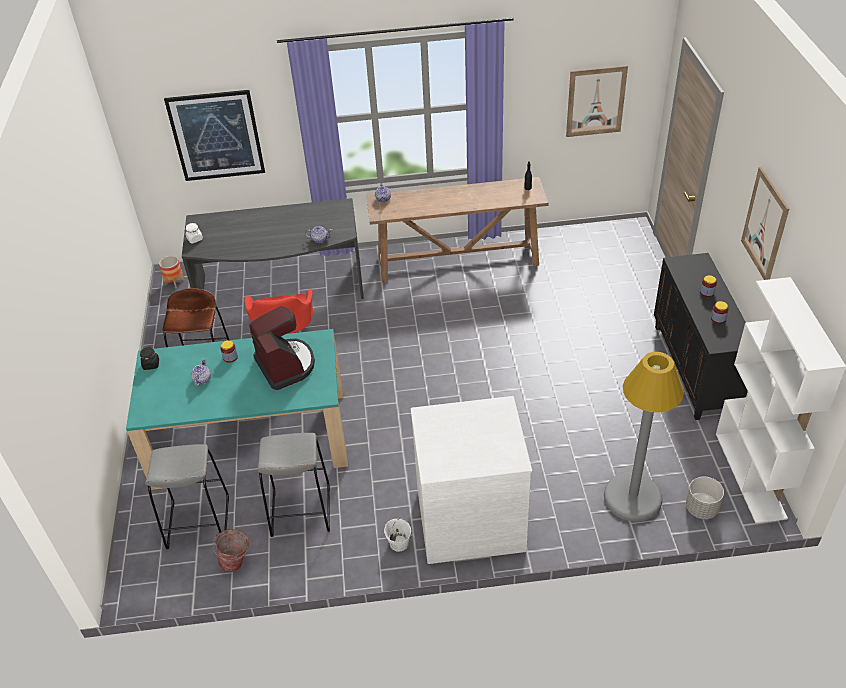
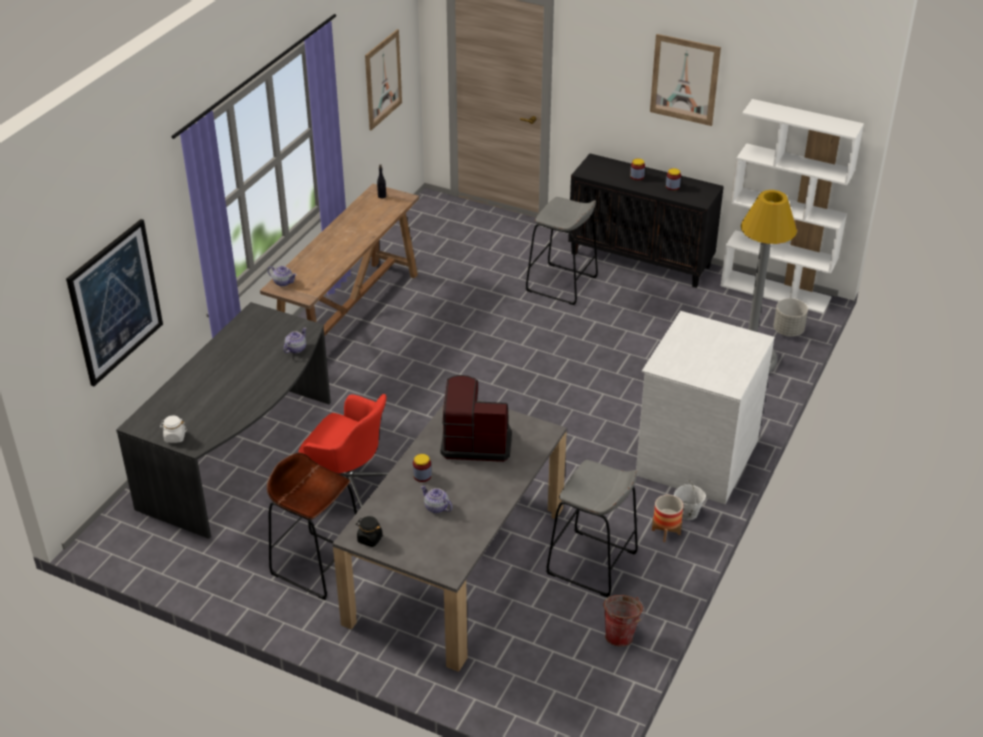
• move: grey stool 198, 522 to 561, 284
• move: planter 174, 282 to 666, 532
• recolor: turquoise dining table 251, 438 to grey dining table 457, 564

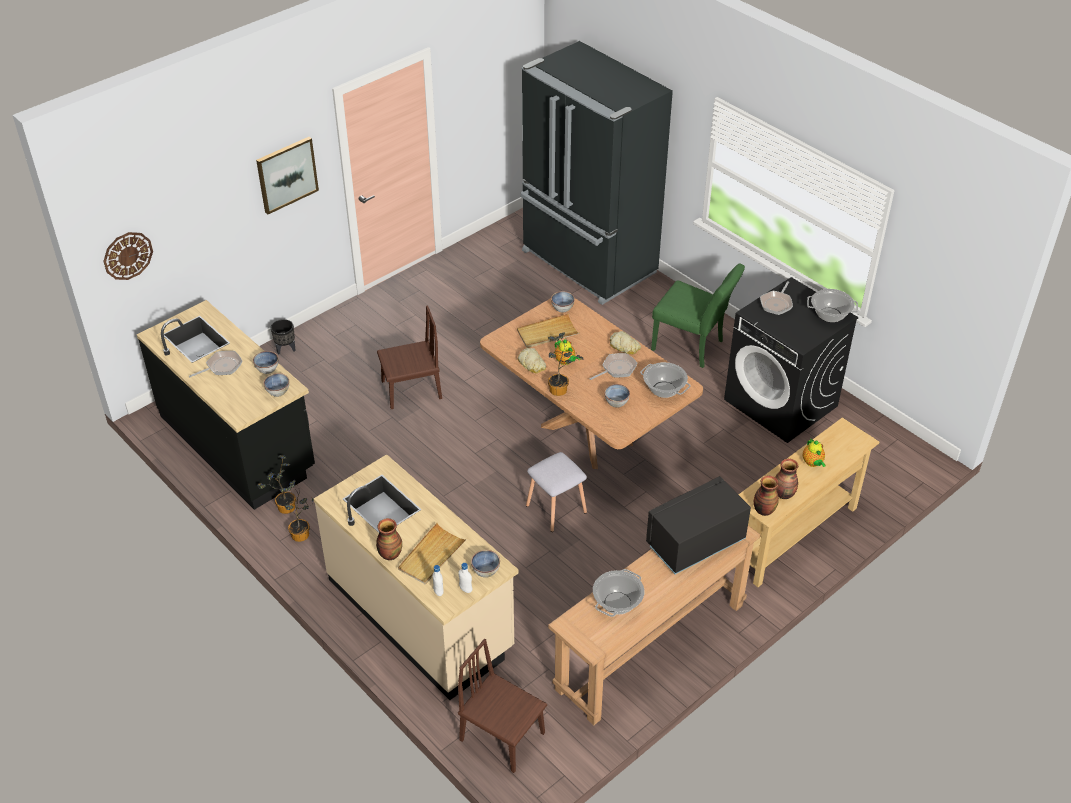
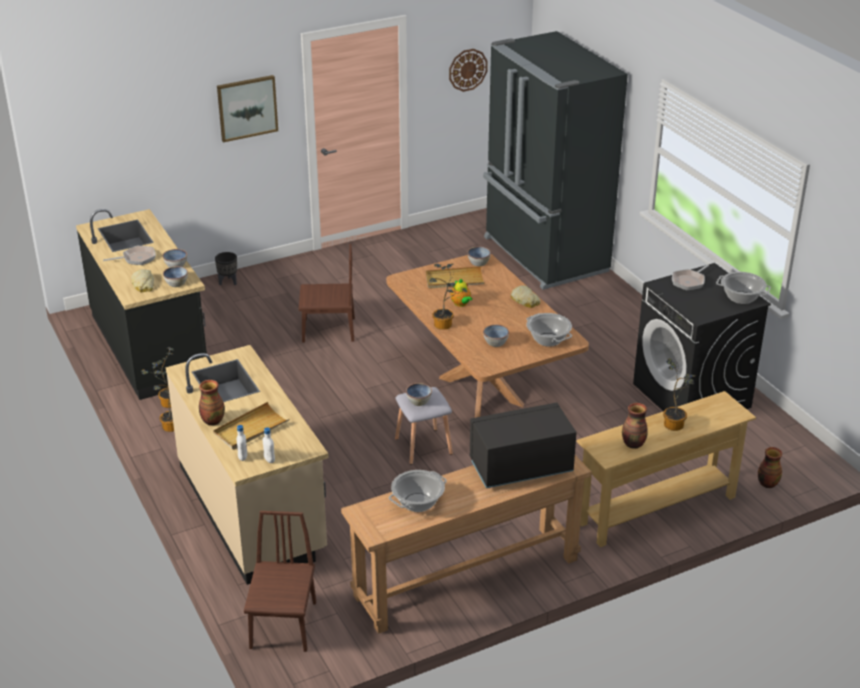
• delete: frying pan 617, 369
• delete: green chair 692, 347
• move: wall clock 127, 255 to 467, 69
• move: bowl 486, 570 to 419, 401
• move: bread 531, 364 to 143, 284
• move: vase 763, 510 to 767, 483
• replace: teapot 813, 463 to potted plant 676, 423
• rotate: brown chair 502, 736 = 283, 625 45 degrees clockwise

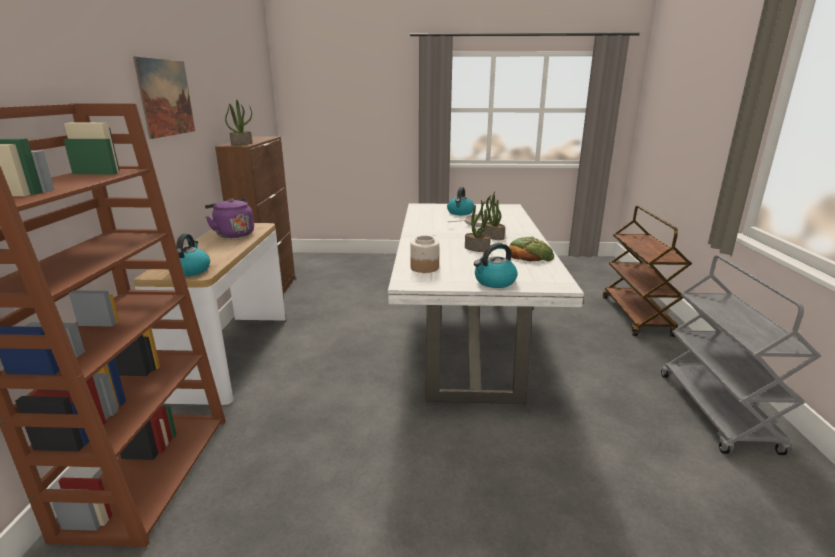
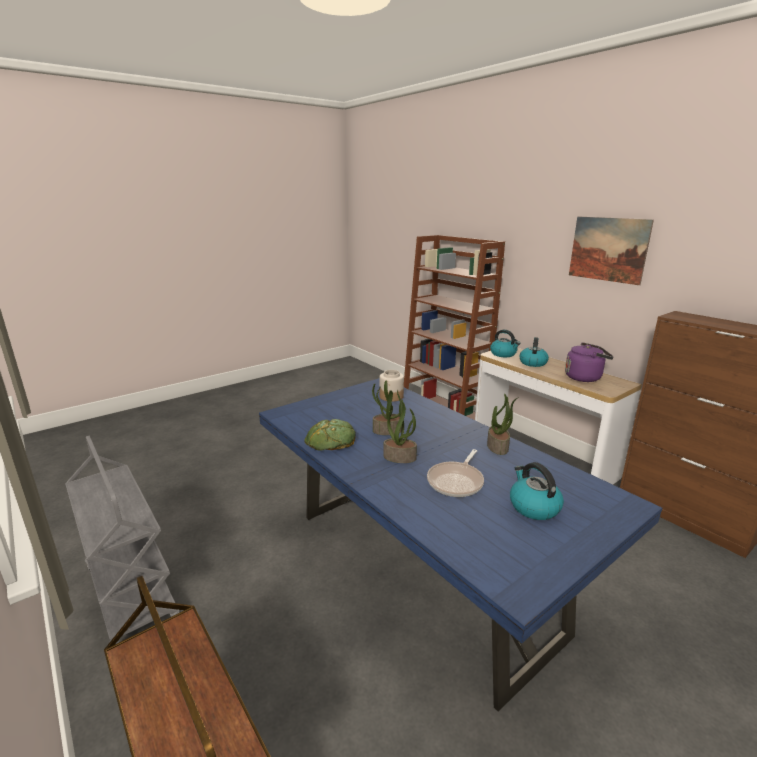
• move: potted plant 242, 143 to 498, 447
• move: kettle 494, 282 to 532, 363
• recolor: white dining table 466, 337 to blue dining table 421, 569

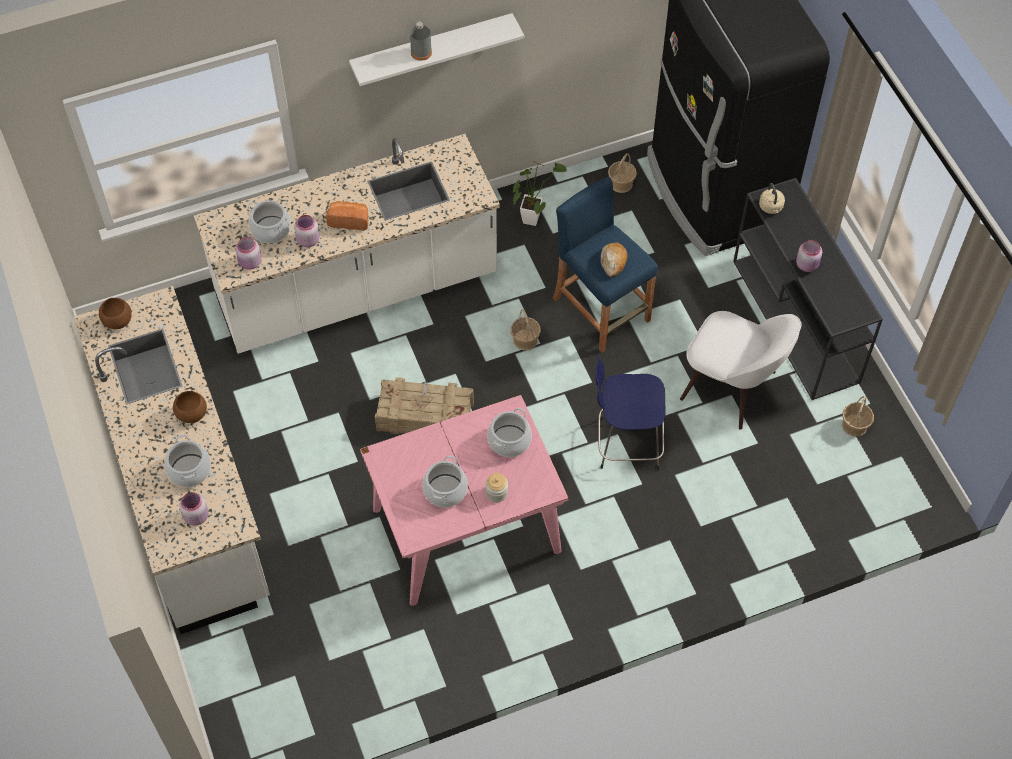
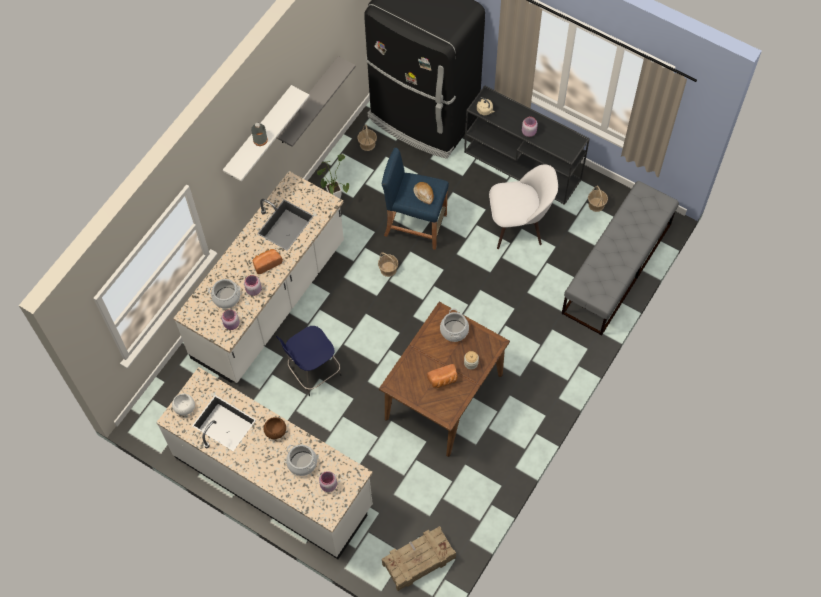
• insert: grey shelf 307, 102
• insert: grey bench 616, 268
• move: crate 424, 416 to 418, 561
• move: blue stool 626, 443 to 313, 372
• replace: cooking pot 445, 490 to bread 443, 380
• recolor: brown bowl 118, 320 to white bowl 184, 407
• recolor: pink dining table 465, 531 to brown dining table 443, 397

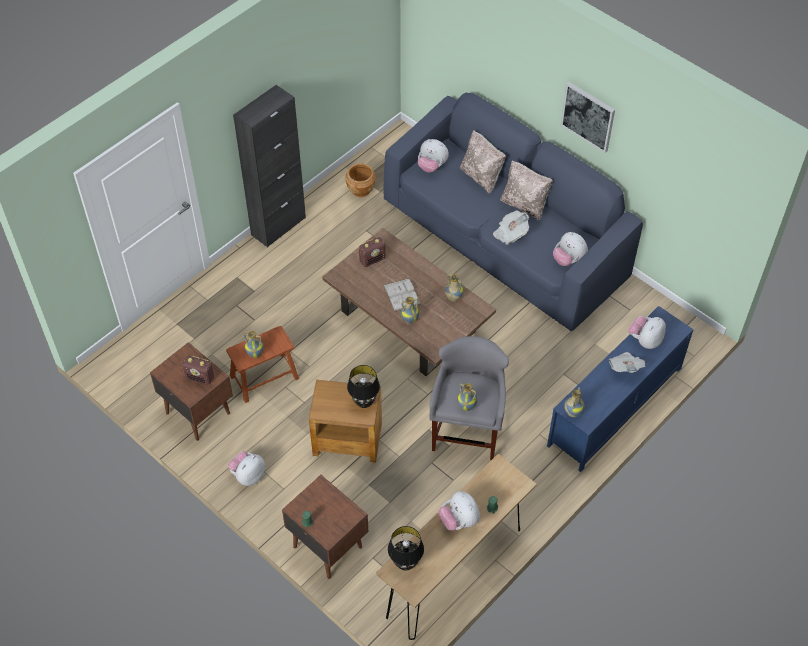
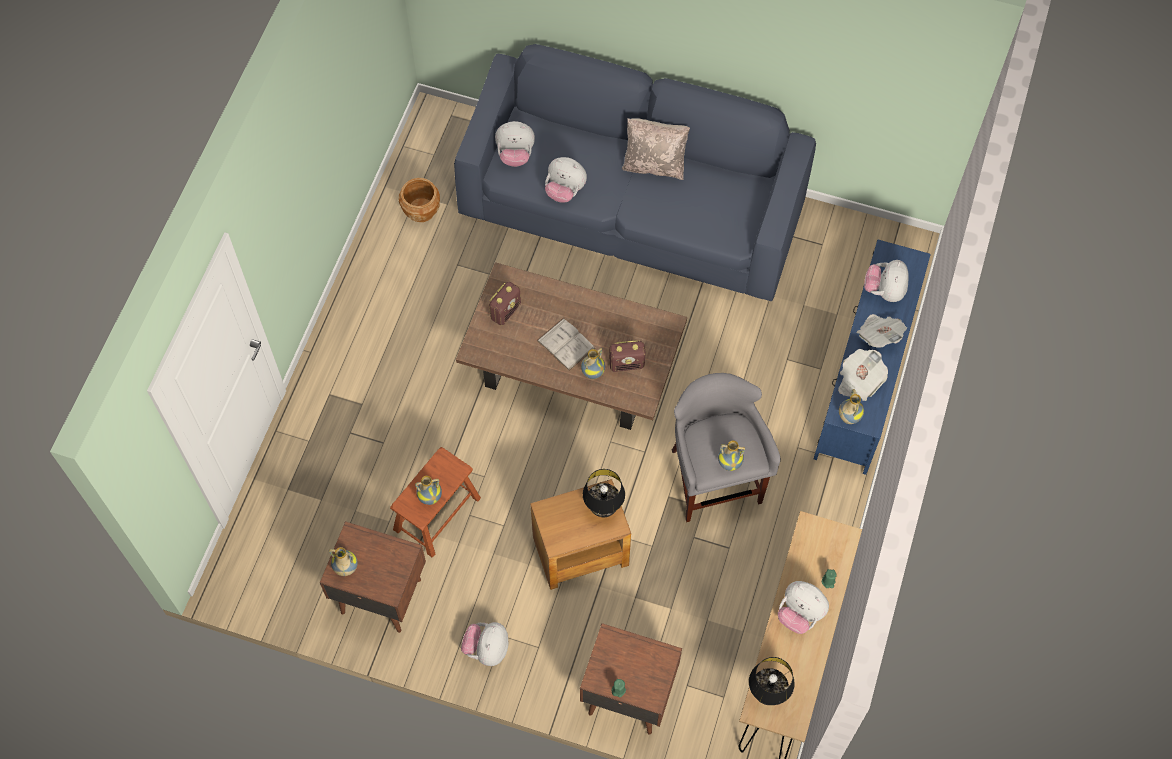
• delete: black cabinet 278, 226
• delete: beige pillow 481, 176
• delete: picture 588, 116
• move: radio 200, 378 to 627, 364
• move: vase 453, 298 to 346, 569
• move: newspaper 510, 233 to 859, 381
• move: plush toy 568, 260 to 565, 190

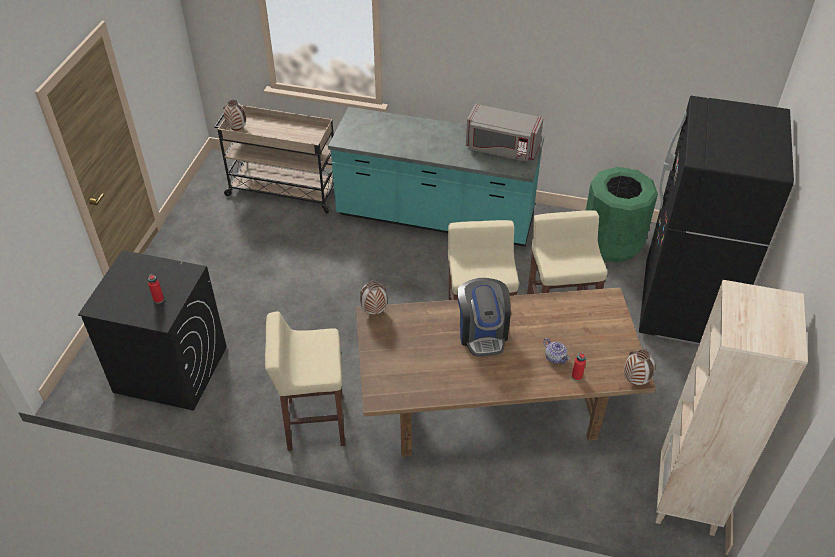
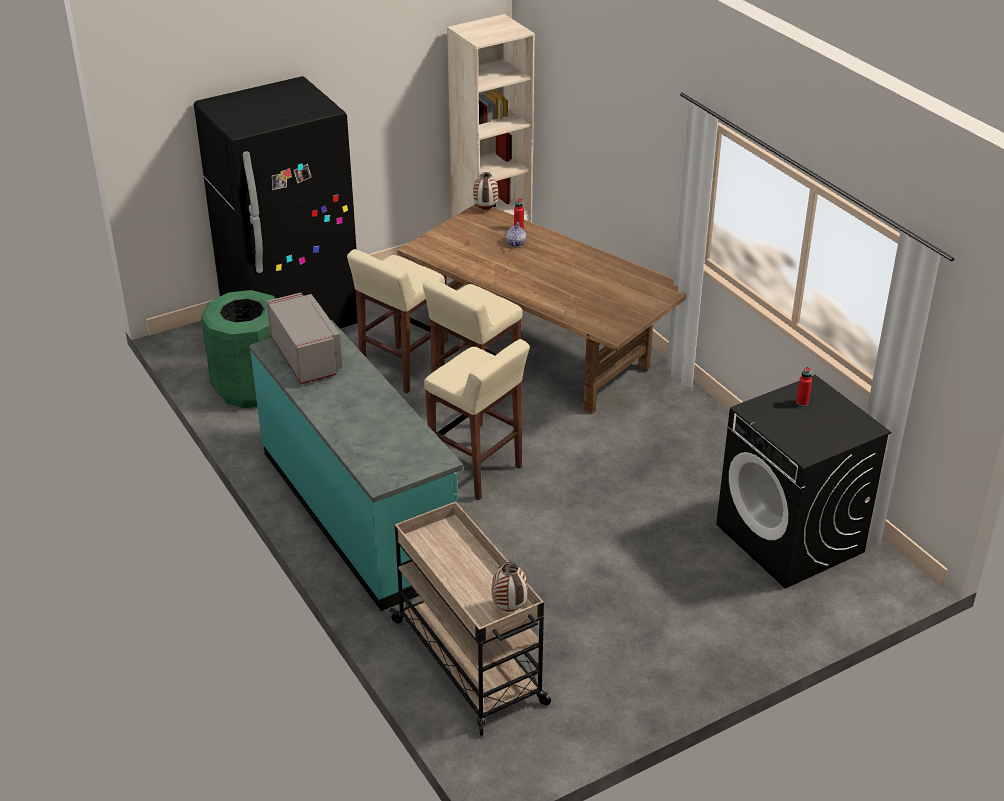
• delete: vase 374, 312
• delete: coffee machine 482, 332
• move: beige stool 314, 423 to 477, 471

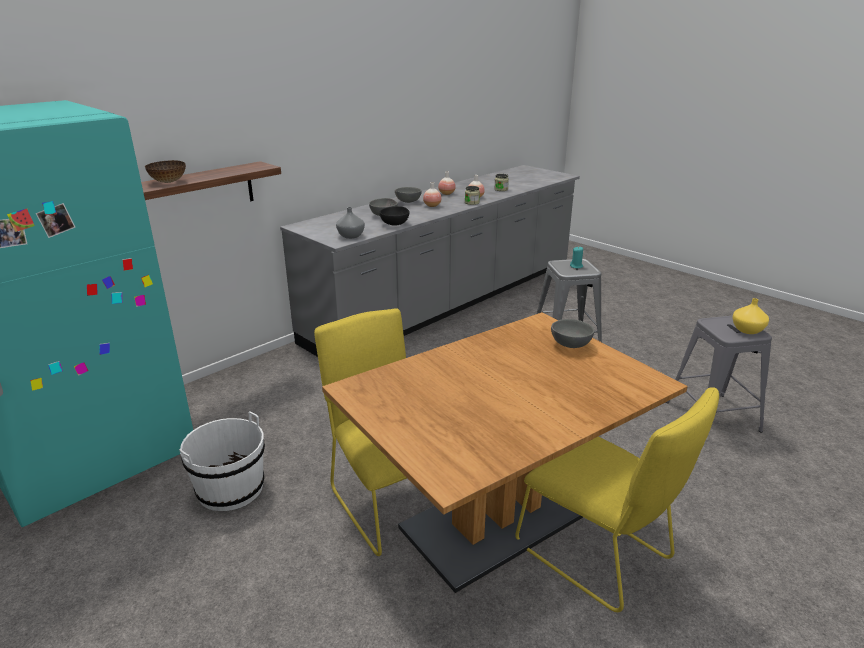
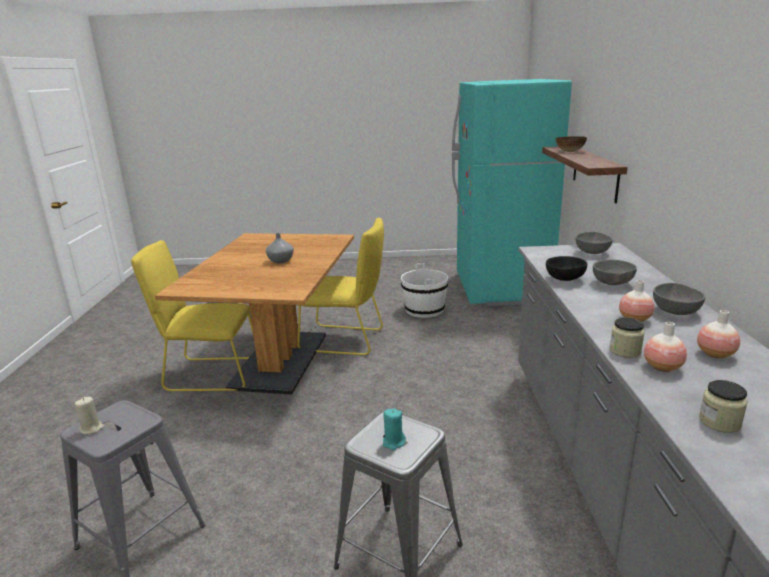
• move: grey vase 350, 236 to 281, 261
• move: grey bowl 569, 344 to 593, 252
• replace: yellow vase 748, 330 to beige candle 92, 428

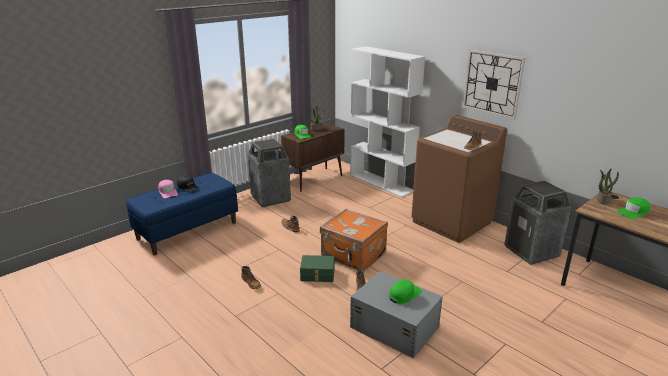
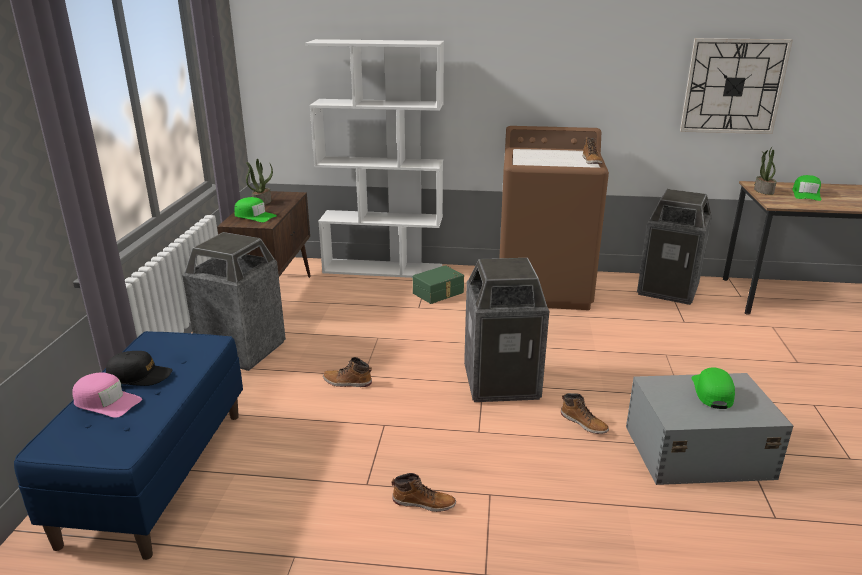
• move: green storage box 317, 275 to 439, 293
• move: wall clock 492, 83 to 733, 86
• replace: orange suitcase 353, 255 to trash can 501, 382

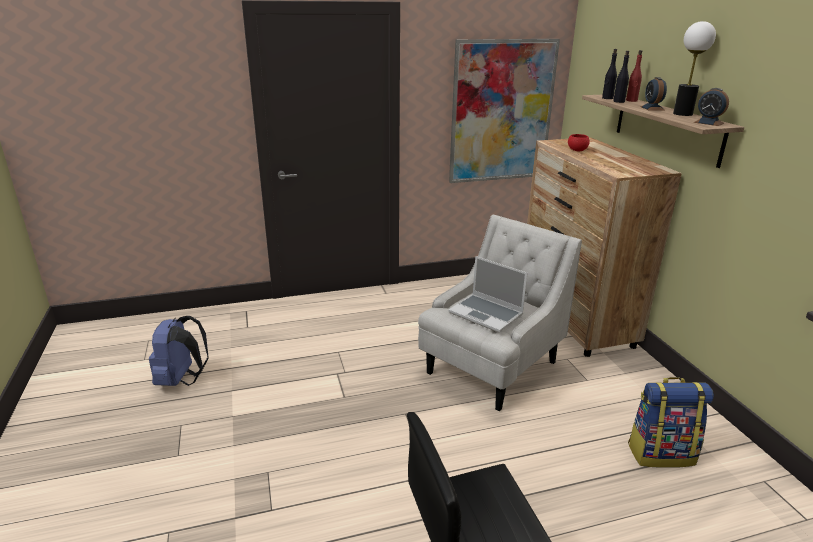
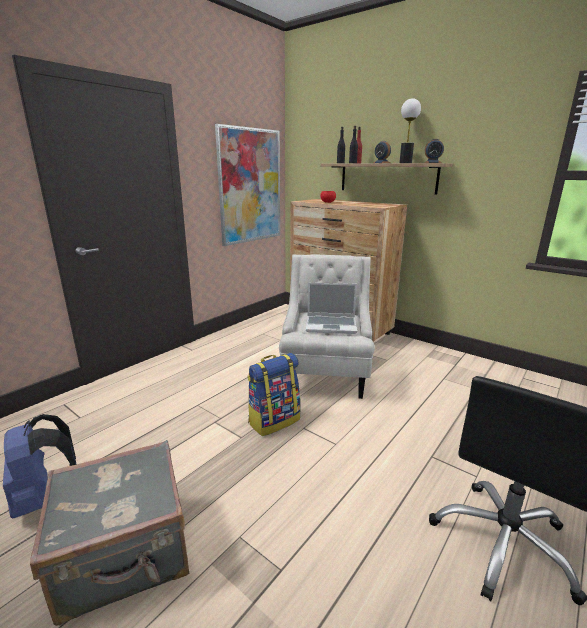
• insert: grey suitcase 126, 555
• move: backpack 661, 453 to 274, 420

